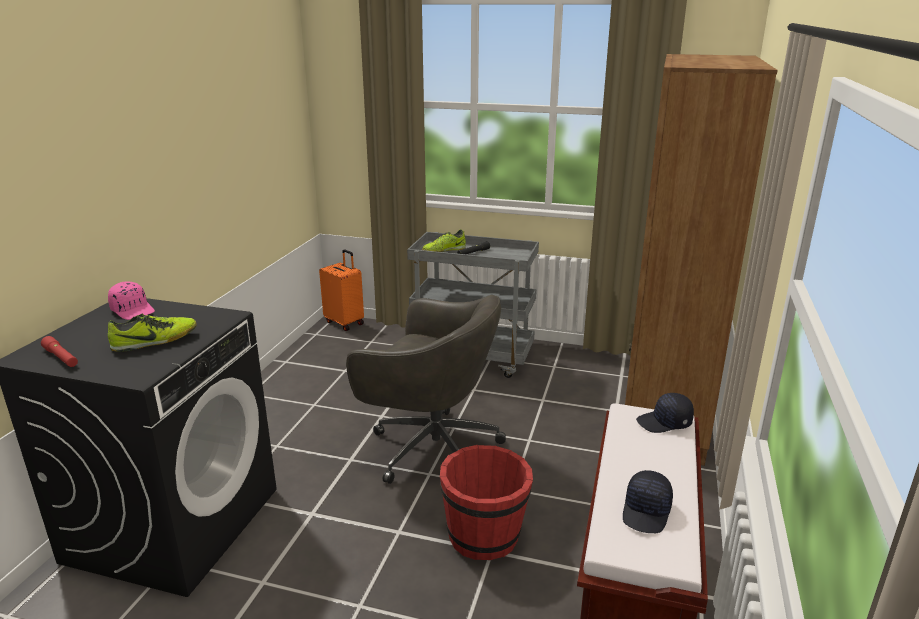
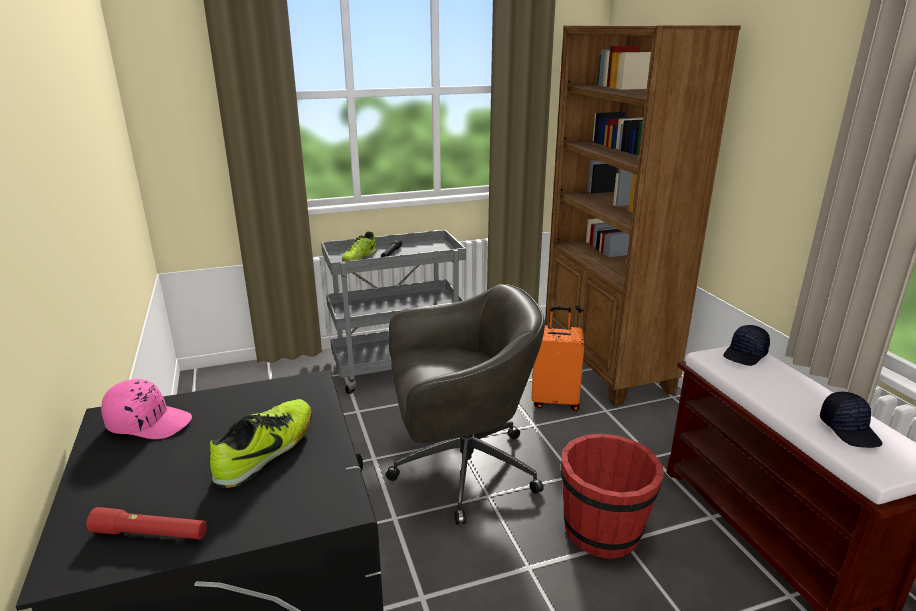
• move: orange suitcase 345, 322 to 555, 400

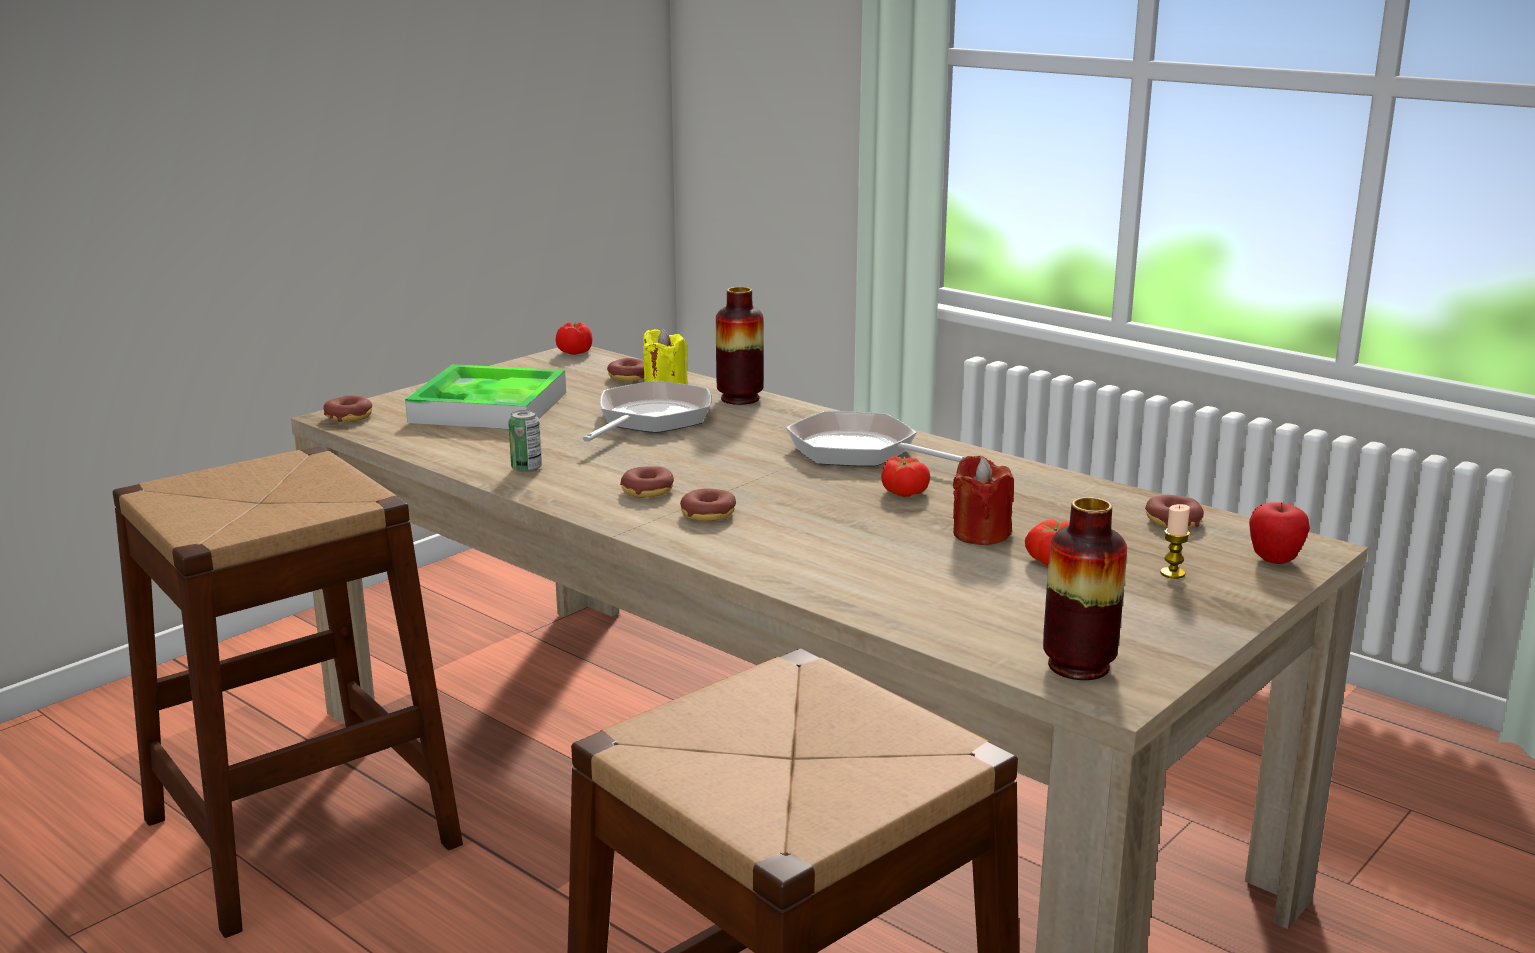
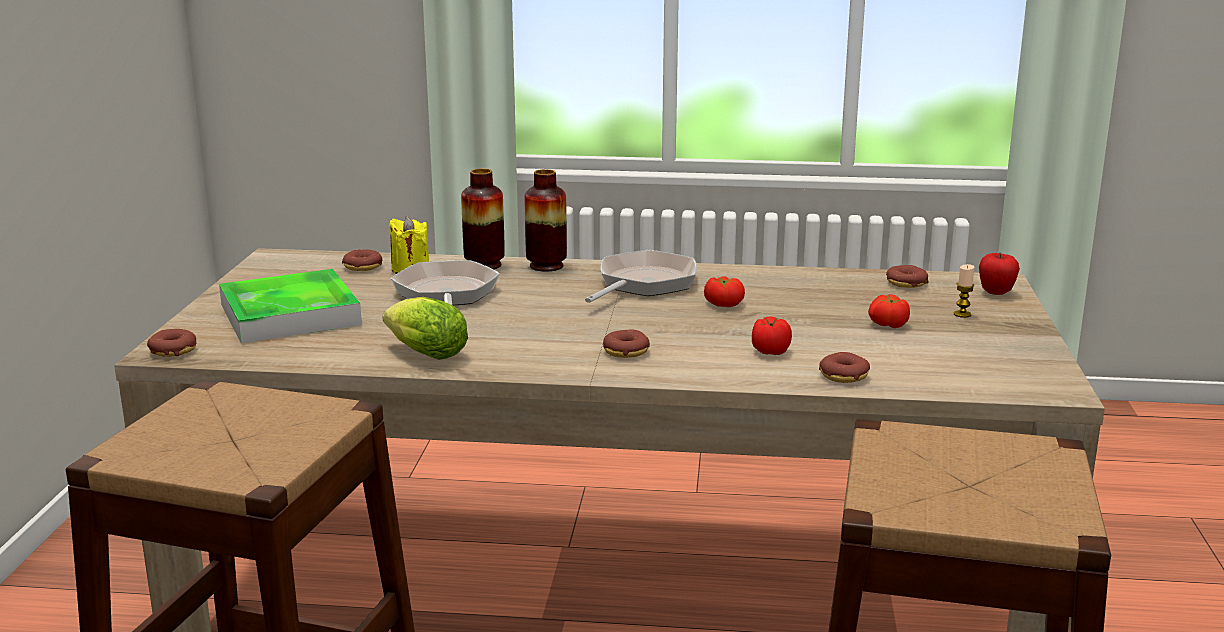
• delete: red candle 980, 534
• move: tomato 574, 352 to 769, 352
• move: donut 647, 491 to 844, 376
• move: vase 1078, 666 to 546, 266
• replace: can 526, 468 to lettuce 422, 353
• rotate: frying pan 860, 451 = 643, 284 120 degrees clockwise

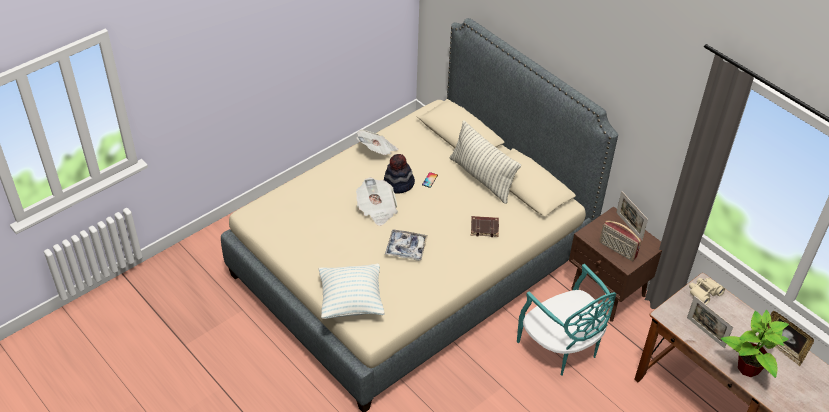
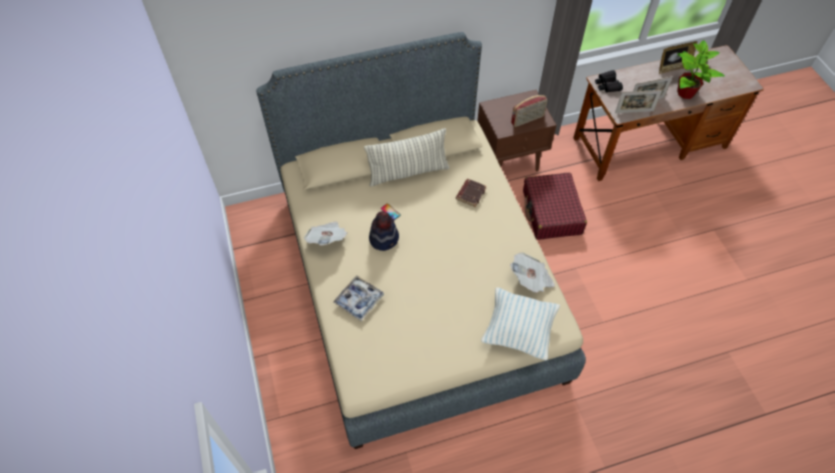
• move: newspaper 377, 209 to 531, 280
• move: tray 406, 248 to 359, 300
• move: picture frame 629, 226 to 634, 112
• replace: turquoise chair 561, 347 to red suitcase 551, 212
• recolor: beige binoculars 704, 293 to black binoculars 607, 85

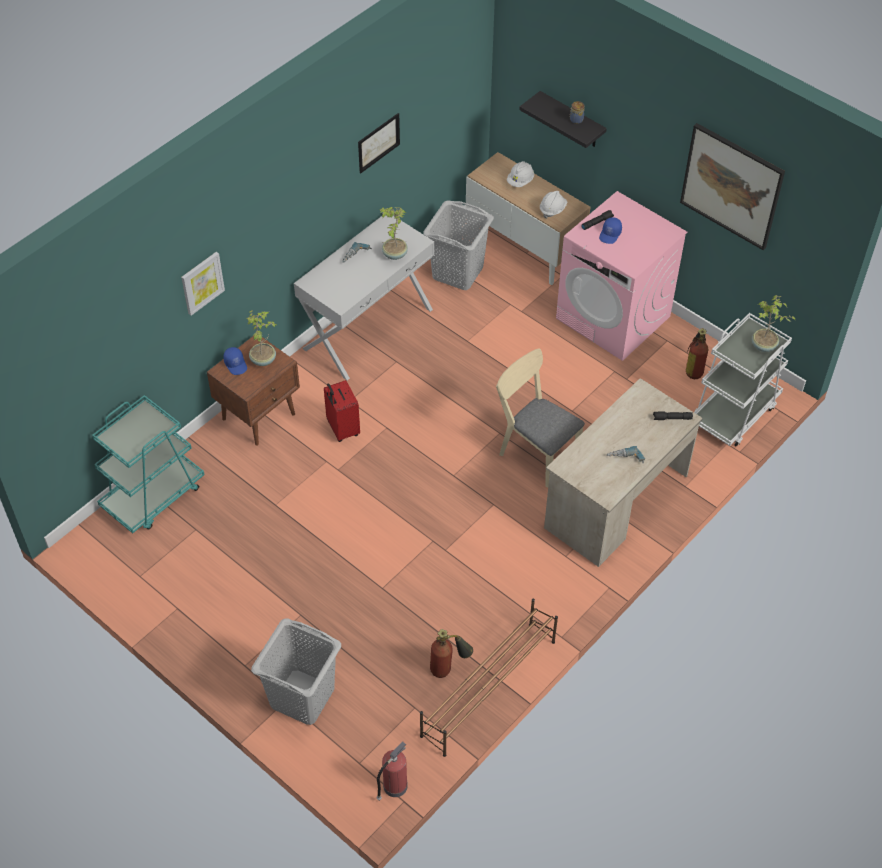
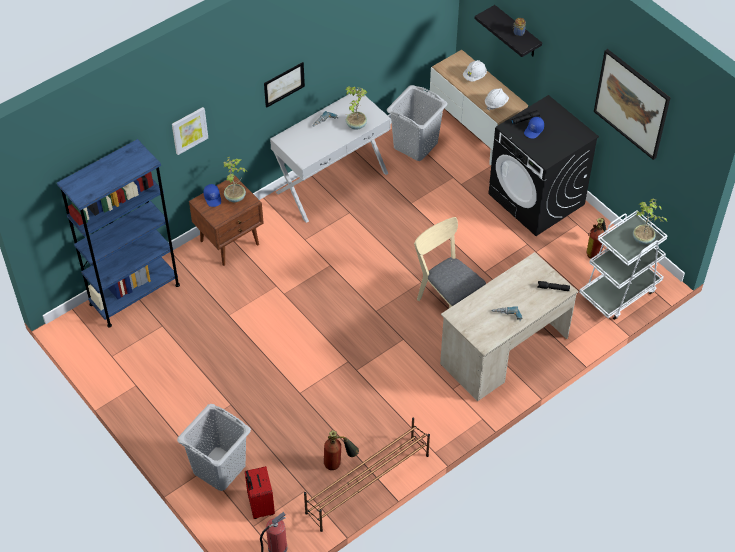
• move: red suitcase 342, 429 to 260, 506
• move: picture 378, 142 to 284, 84
• replace: turquoise cart 154, 495 to blue bookcase 134, 294
• recolor: pink washing machine 613, 317 to black washing machine 537, 199

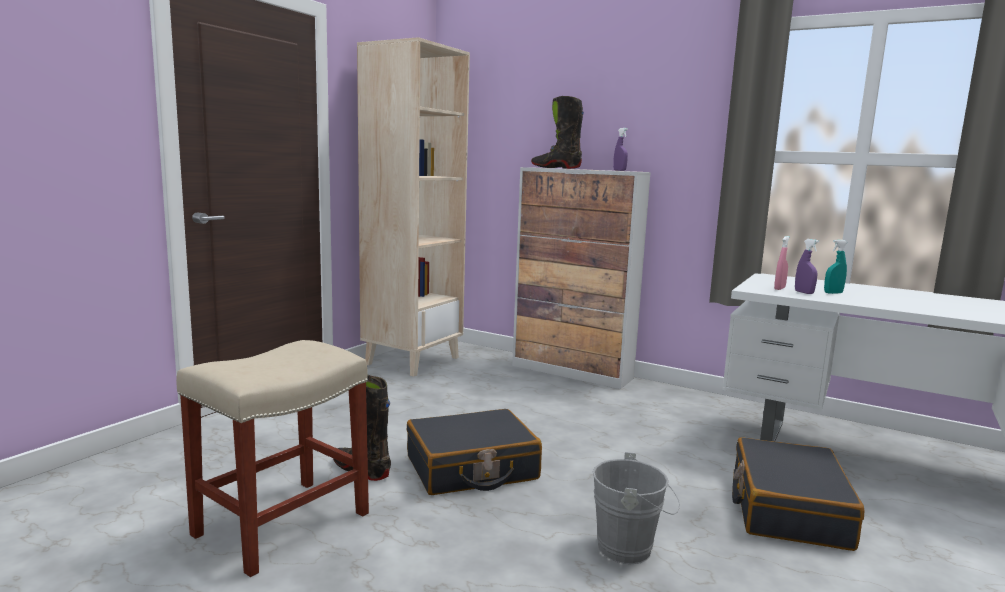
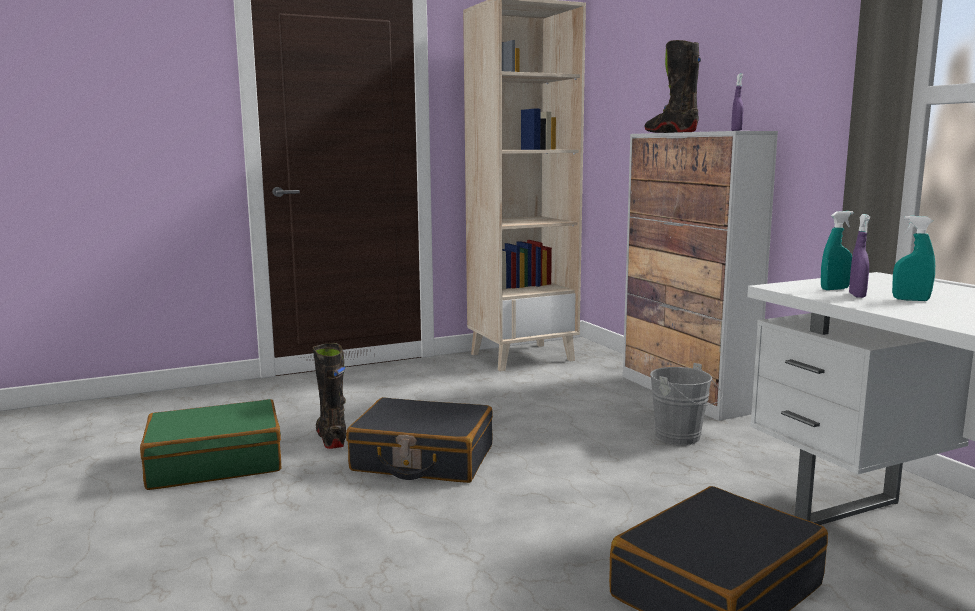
• move: grey bucket 630, 549 to 682, 438
• replace: beige stool 280, 525 to green suitcase 215, 462
• recolor: pink spray bottle 779, 288 to turquoise spray bottle 834, 289

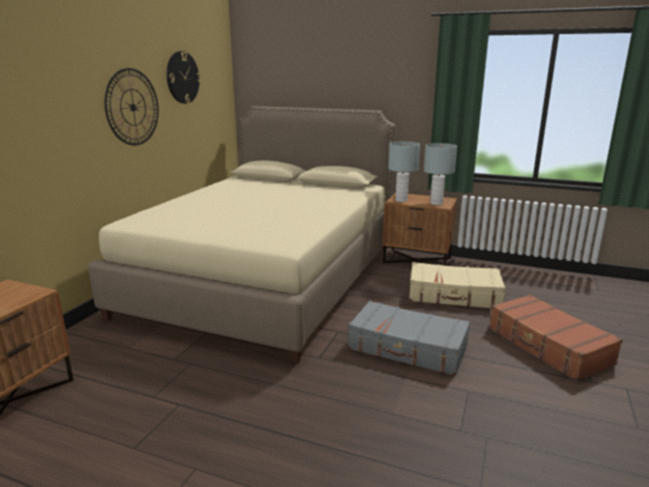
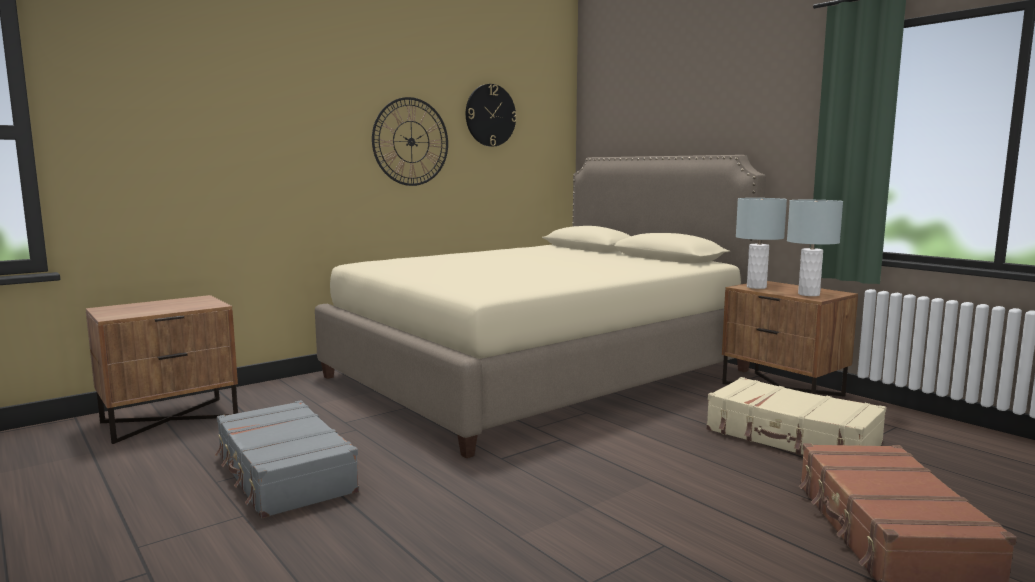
• move: grey suitcase 407, 348 to 284, 474

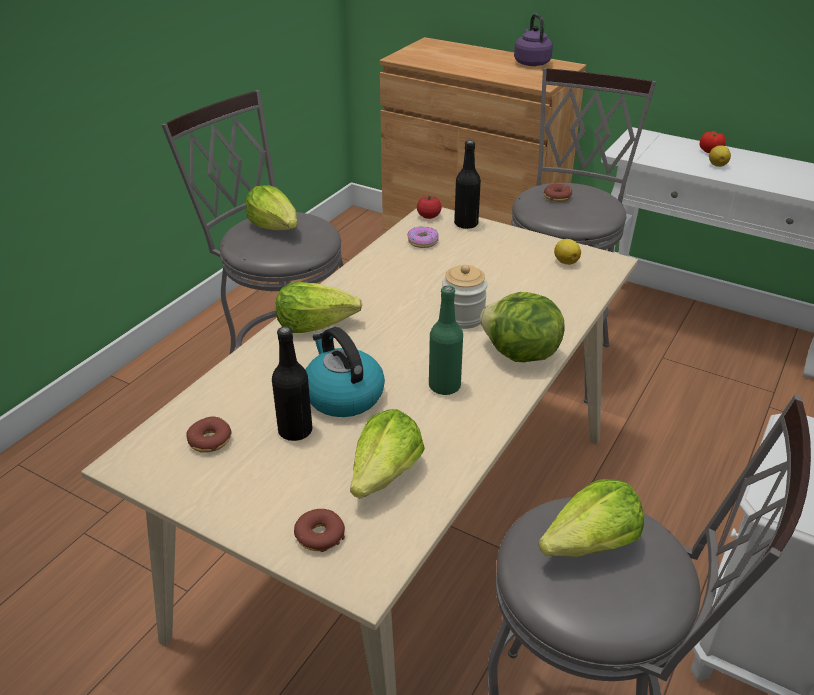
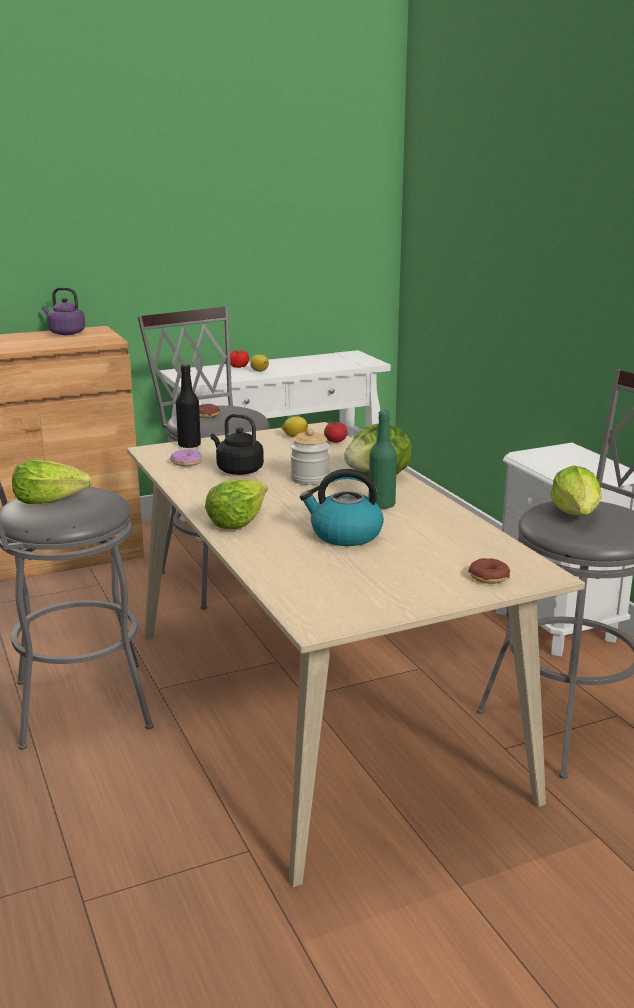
• delete: donut 210, 440
• delete: black bottle 295, 431
• delete: lettuce 385, 475
• insert: black kettle 237, 470
• move: tomato 428, 216 to 335, 441

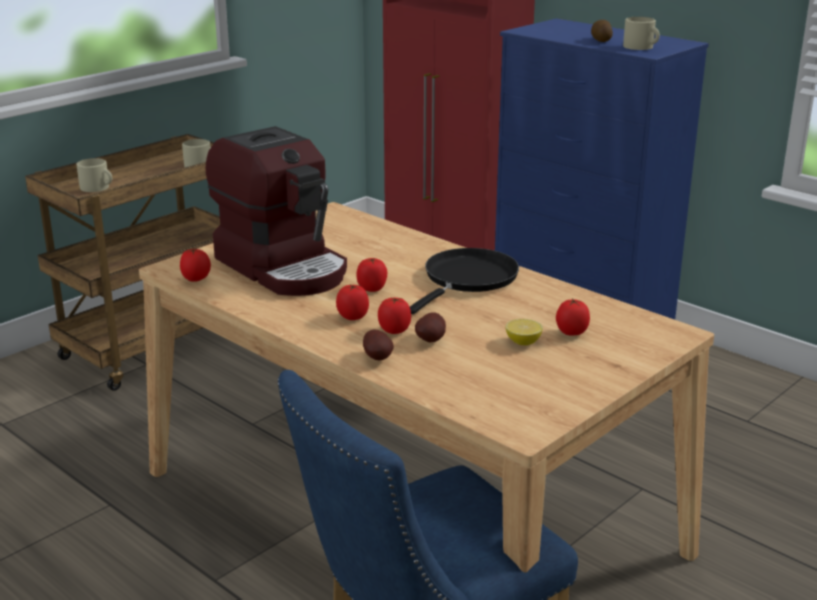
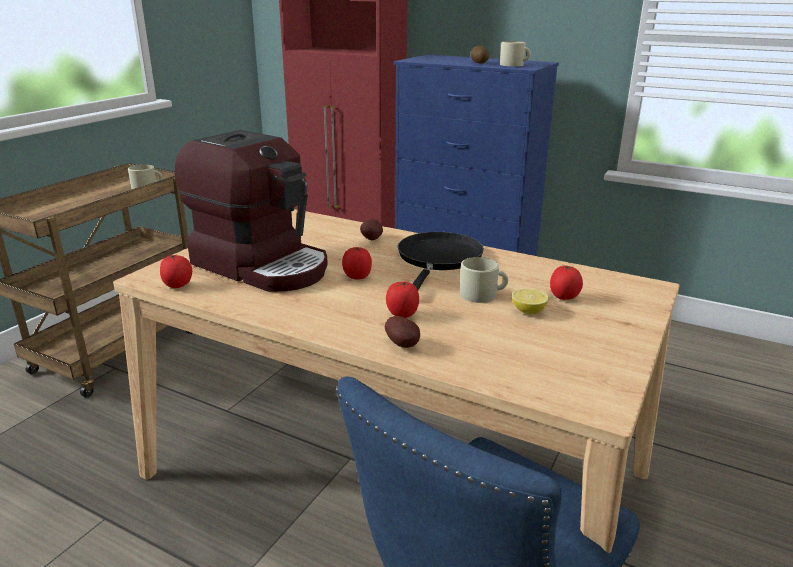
• delete: tomato 352, 317
• move: beige mug 98, 187 to 483, 294
• move: potato 432, 340 to 372, 239

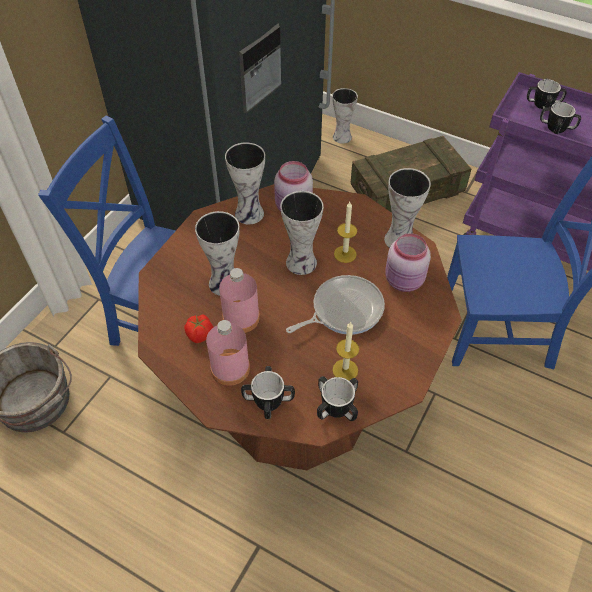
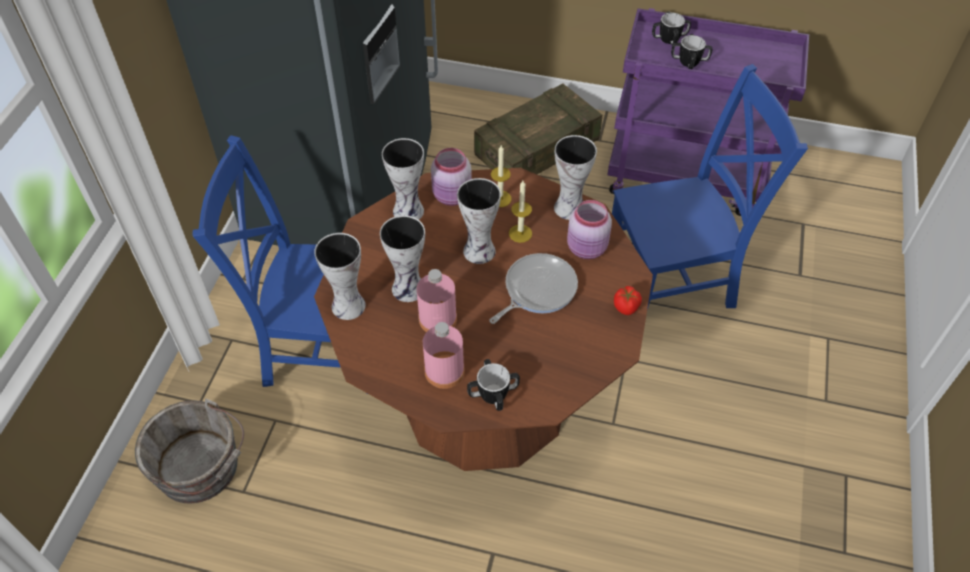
• delete: mug 336, 407
• move: tomato 200, 335 to 626, 307
• move: vase 341, 136 to 347, 305
• move: candle 345, 370 to 500, 199

